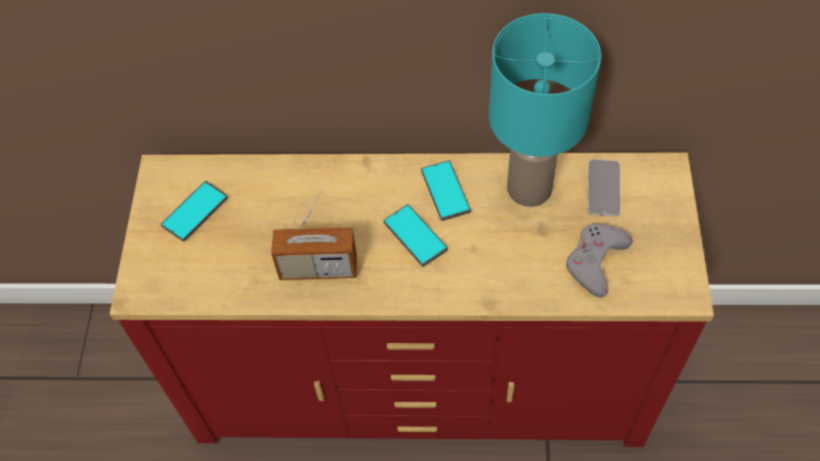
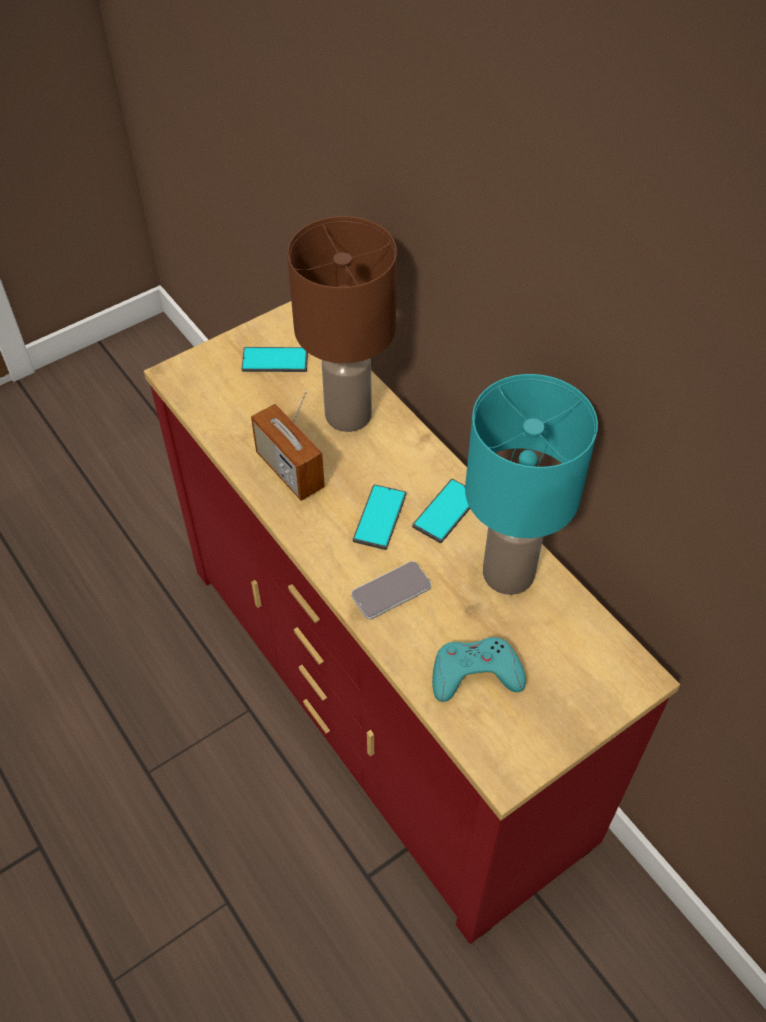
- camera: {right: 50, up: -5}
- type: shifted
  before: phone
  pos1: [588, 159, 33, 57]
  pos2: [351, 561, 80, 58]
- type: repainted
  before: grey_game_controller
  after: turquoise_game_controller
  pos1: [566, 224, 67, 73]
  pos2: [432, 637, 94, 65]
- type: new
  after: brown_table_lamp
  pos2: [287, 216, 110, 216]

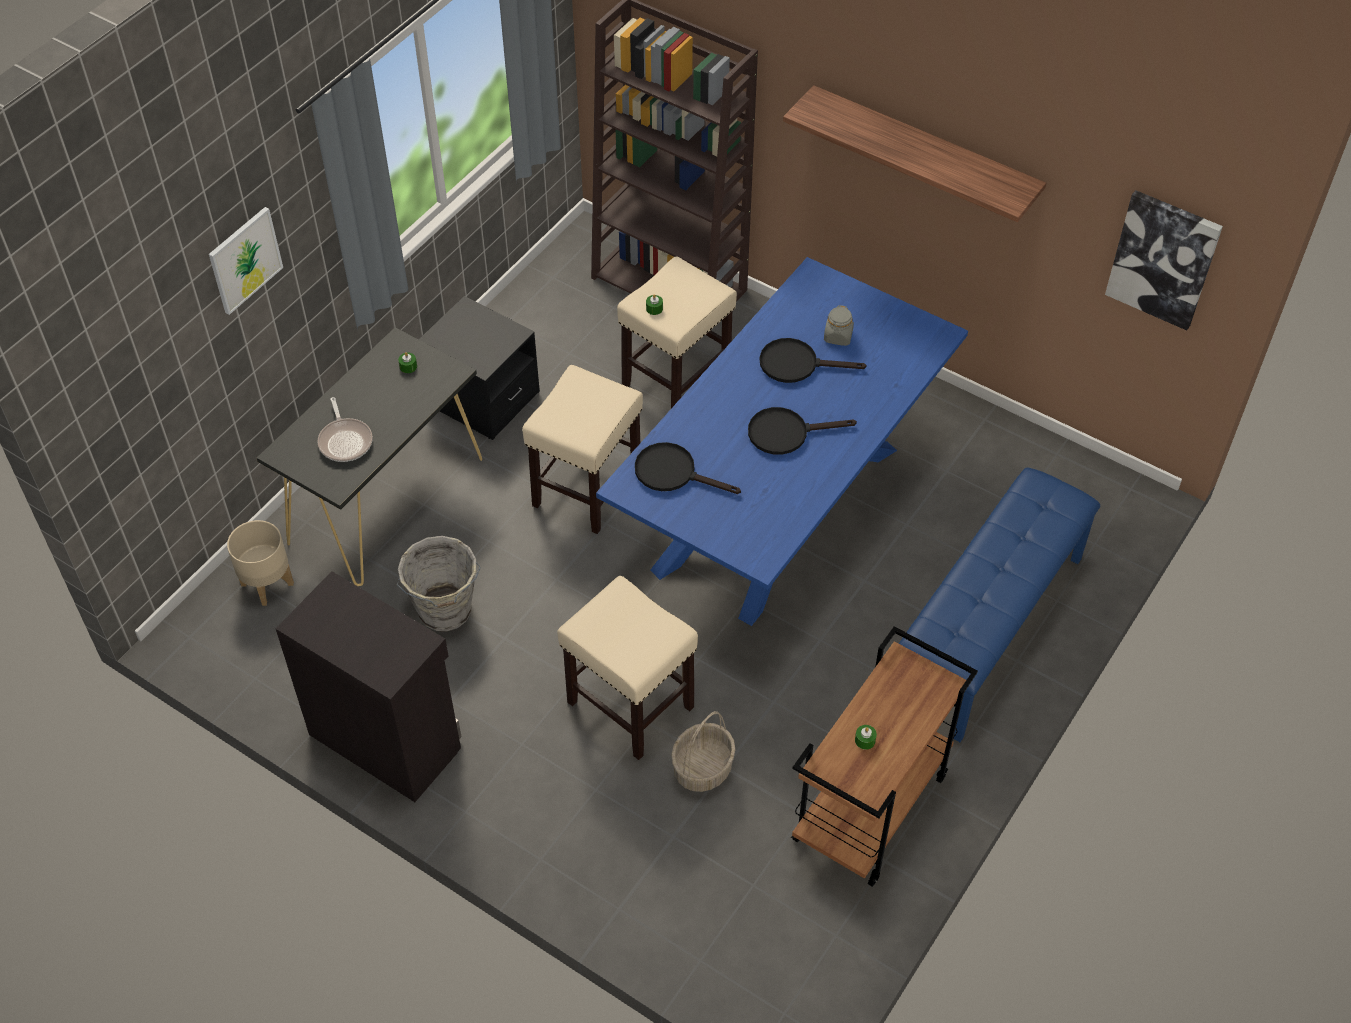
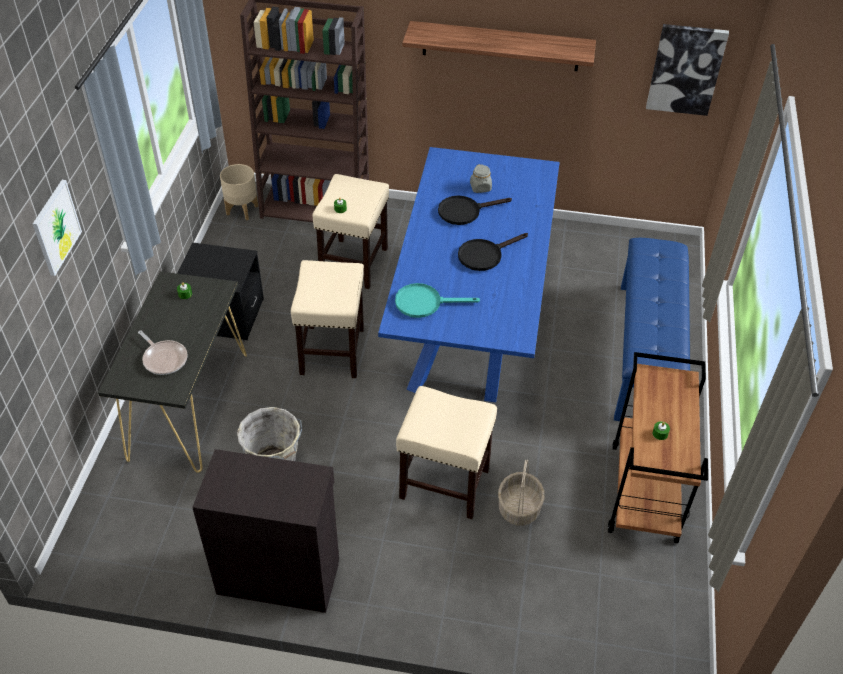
- camera: {right: -25, up: -5}
- type: repainted
  before: black_frying_pan
  after: turquoise_frying_pan
  pos1: [635, 442, 106, 52]
  pos2: [395, 283, 85, 35]
- type: shifted
  before: beige_planter
  pos1: [227, 520, 67, 86]
  pos2: [220, 164, 38, 57]

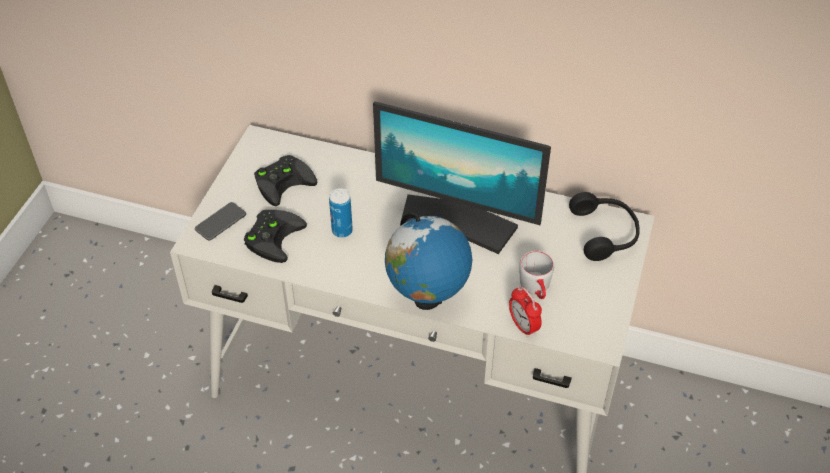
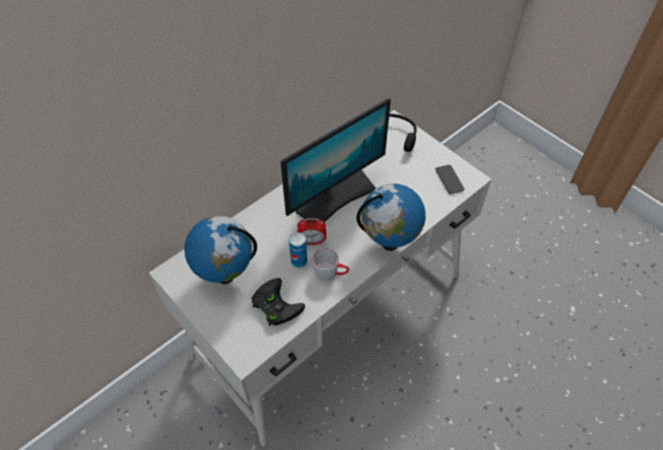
- camera: {right: -60, up: 5}
- type: swapped
  before: black_game_controller
  after: globe
  pos1: [254, 155, 63, 51]
  pos2: [184, 216, 73, 68]
- type: shifted
  before: phone
  pos1: [195, 202, 51, 38]
  pos2: [436, 165, 28, 29]
- type: shifted
  before: grey_mug
  pos1: [519, 251, 35, 48]
  pos2: [312, 248, 37, 32]
- type: shifted
  before: alarm_clock
  pos1: [509, 286, 33, 51]
  pos2: [297, 218, 29, 27]

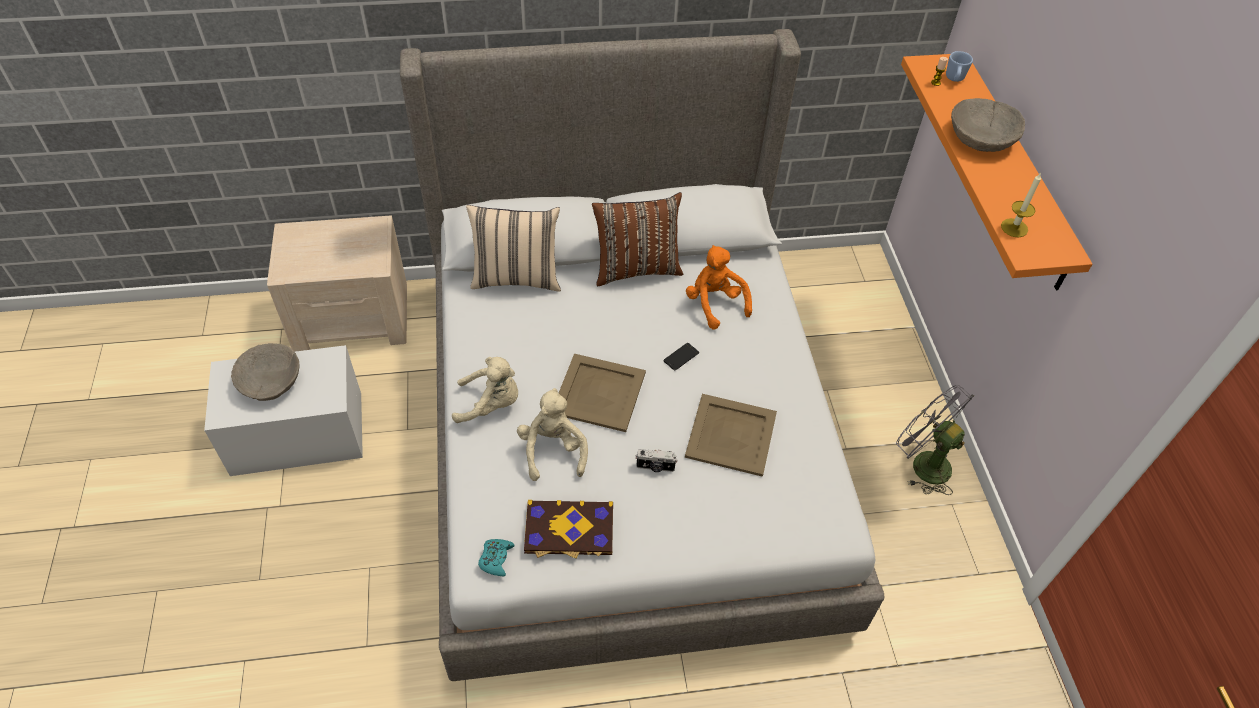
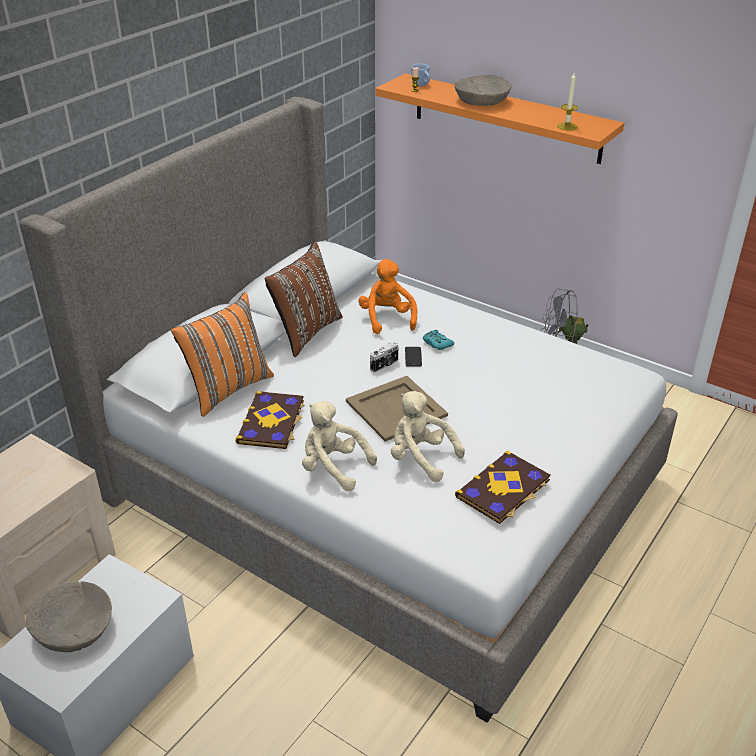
- camera: {right: -45, up: -15}
- type: repainted
  before: beige_pillow
  after: orange_pillow
  pos1: [466, 205, 95, 87]
  pos2: [171, 292, 103, 125]
- type: rotated
  before: orange_plush_toy
  pos1: [686, 245, 66, 85]
  pos2: [358, 259, 59, 75]
  turn: 60
- type: rotated
  before: beige_plush_toy
  pos1: [452, 357, 66, 66]
  pos2: [302, 401, 75, 90]
  turn: -105
- type: gone
  before: beige_tray
  pos1: [685, 394, 92, 83]
- type: shifted
  before: photo_camera
  pos1: [635, 449, 43, 23]
  pos2: [370, 342, 29, 31]
- type: shifted
  before: turquoise_game_controller
  pos1: [478, 539, 37, 37]
  pos2: [423, 330, 31, 20]
- type: new
  after: book
  pos2: [235, 391, 69, 58]

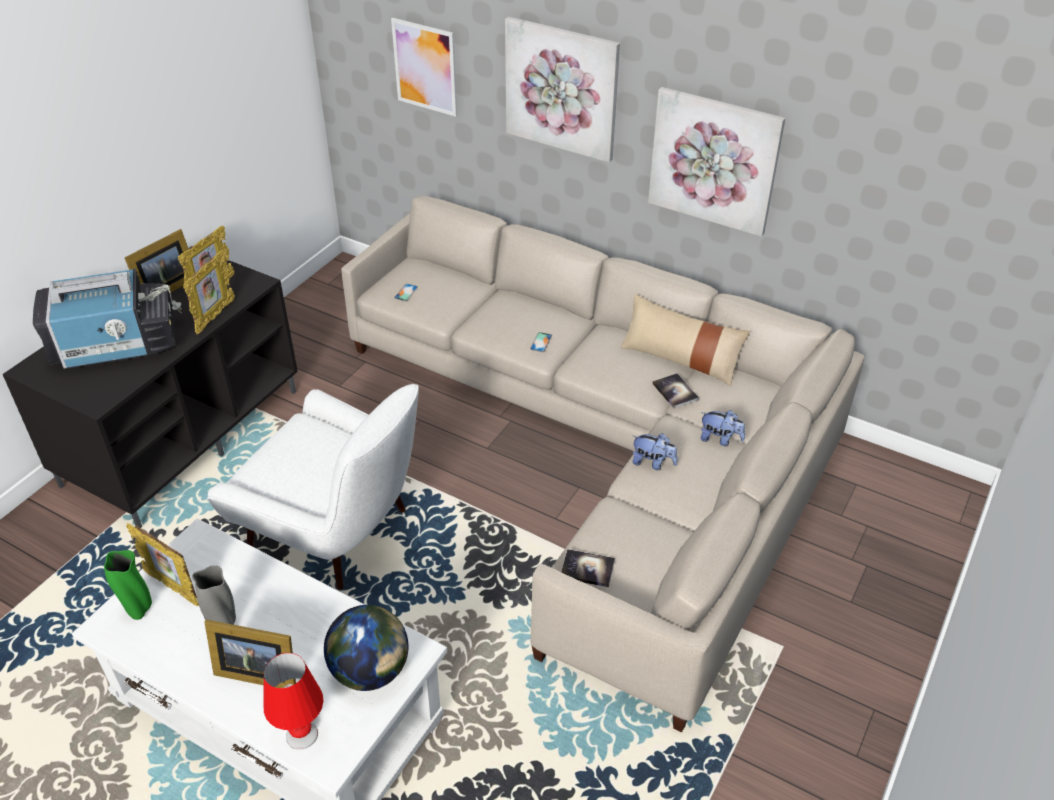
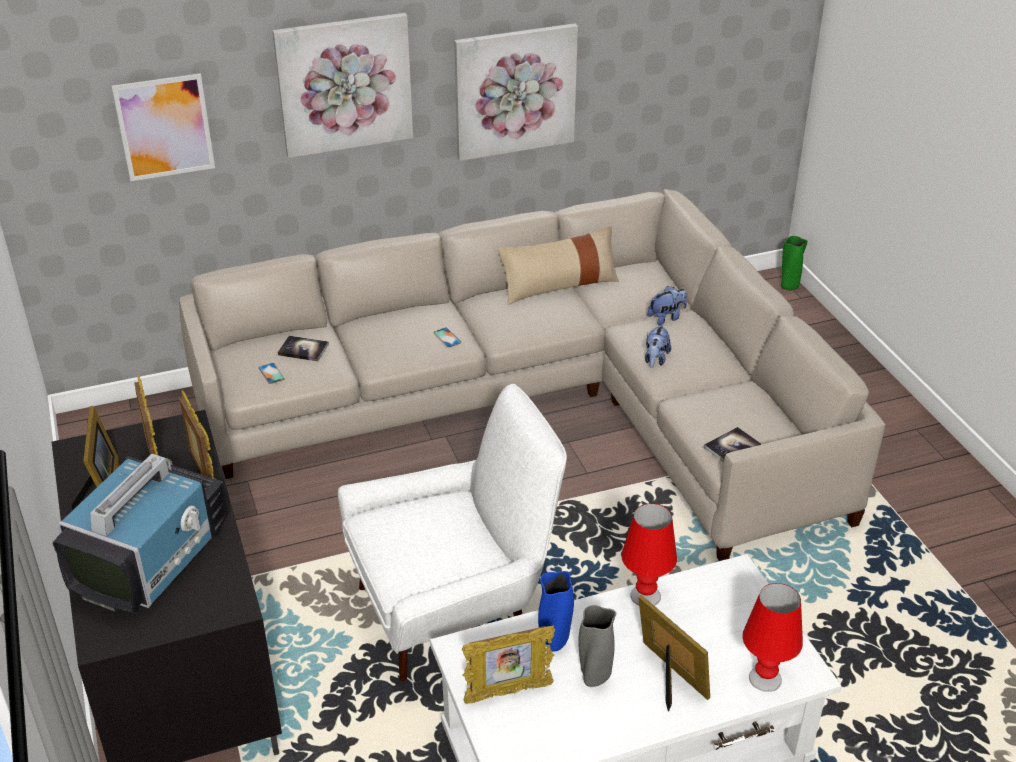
- camera: {right: -50, up: -5}
- type: shifted
  before: book
  pos1: [652, 373, 47, 35]
  pos2: [278, 336, 51, 25]
- type: rotated
  before: plush_toy
  pos1: [632, 433, 45, 37]
  pos2: [645, 324, 26, 44]
  turn: 135
- type: shifted
  before: green_vase
  pos1: [104, 550, 48, 70]
  pos2: [781, 236, 27, 54]
- type: gone
  before: globe
  pos1: [324, 605, 85, 86]
- type: rotated
  before: picture_frame
  pos1: [205, 620, 91, 68]
  pos2: [638, 595, 72, 117]
  turn: -90
- type: new
  after: red_table_lamp
  pos2: [621, 503, 56, 103]
- type: new
  after: blue_vase
  pos2: [538, 571, 36, 81]

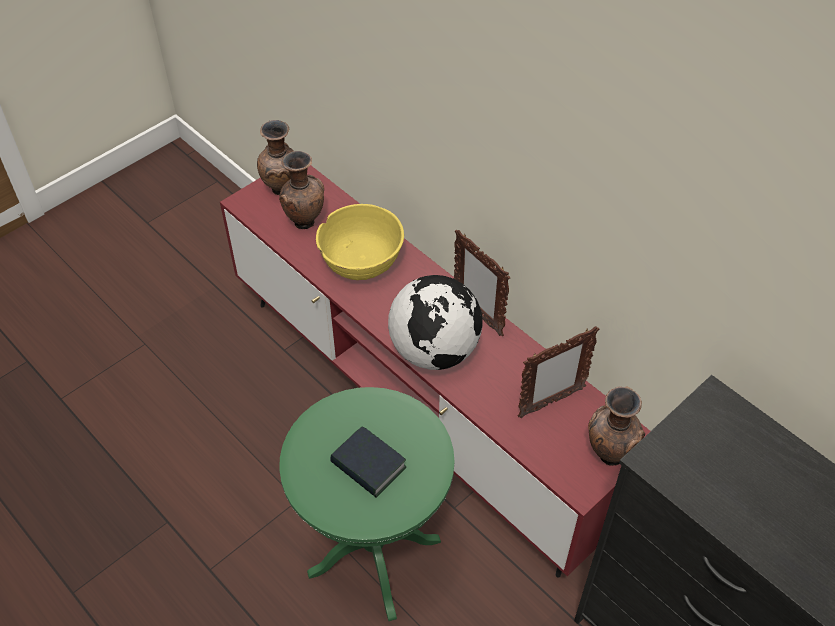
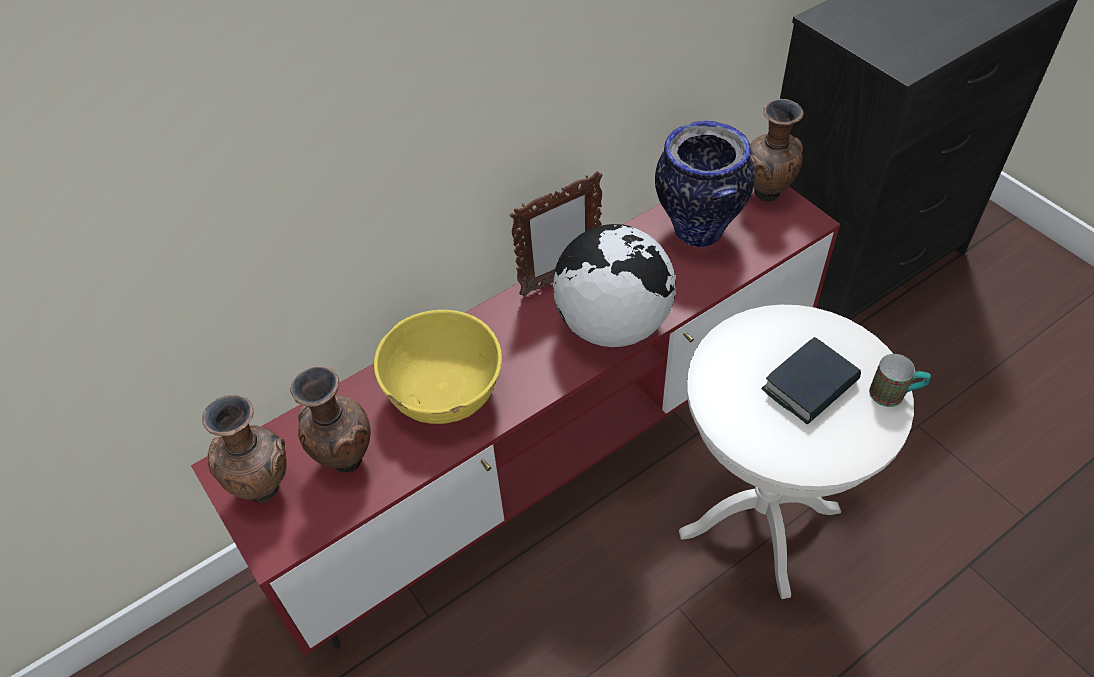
- camera: {right: -80, up: 0}
- type: swapped
  before: picture_frame
  after: vase
  pos1: [518, 326, 81, 92]
  pos2: [655, 121, 100, 126]
- type: repainted
  before: green_side_table
  after: white_side_table
  pos1: [279, 387, 175, 234]
  pos2: [679, 305, 235, 294]
- type: new
  after: mug
  pos2: [869, 354, 62, 53]

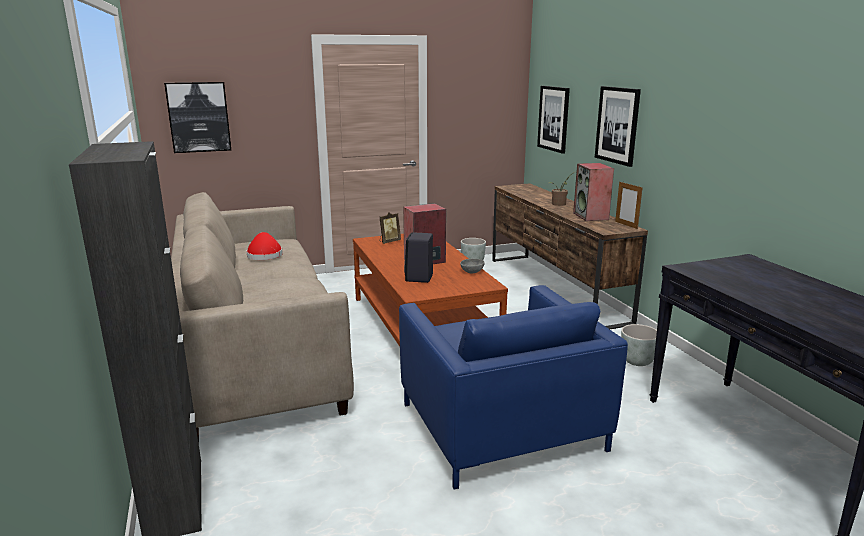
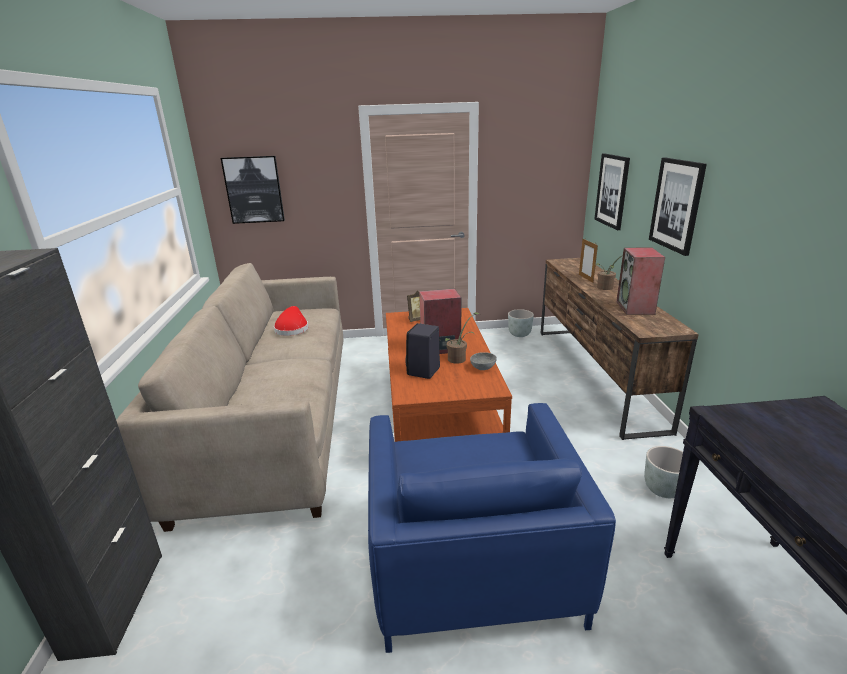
- camera: {right: 15, up: 5}
- type: shifted
  before: picture_frame
  pos1: [615, 181, 28, 48]
  pos2: [579, 238, 19, 45]
- type: new
  after: potted_plant
  pos2: [445, 312, 34, 52]

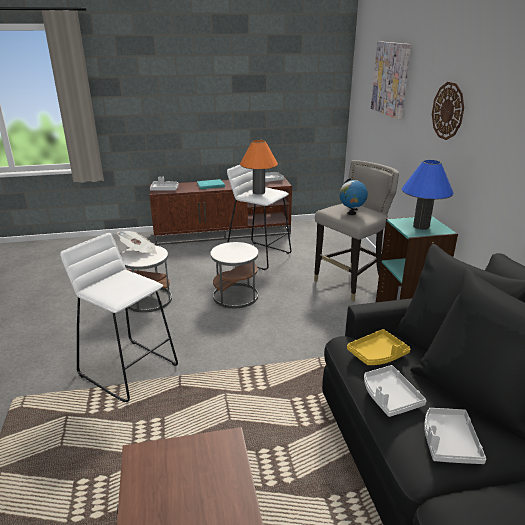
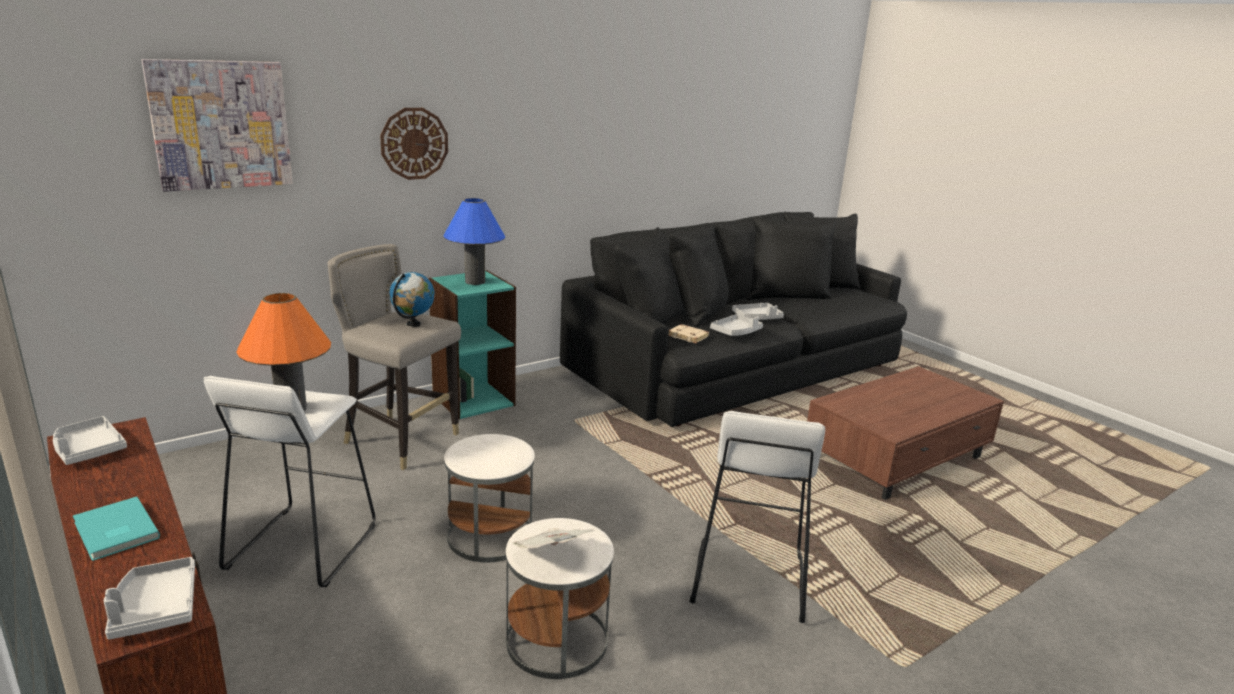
- camera: {right: -115, up: -5}
- type: swapped
  before: yellow_tray
  after: beige_book
  pos1: [347, 329, 63, 36]
  pos2: [668, 324, 41, 19]

